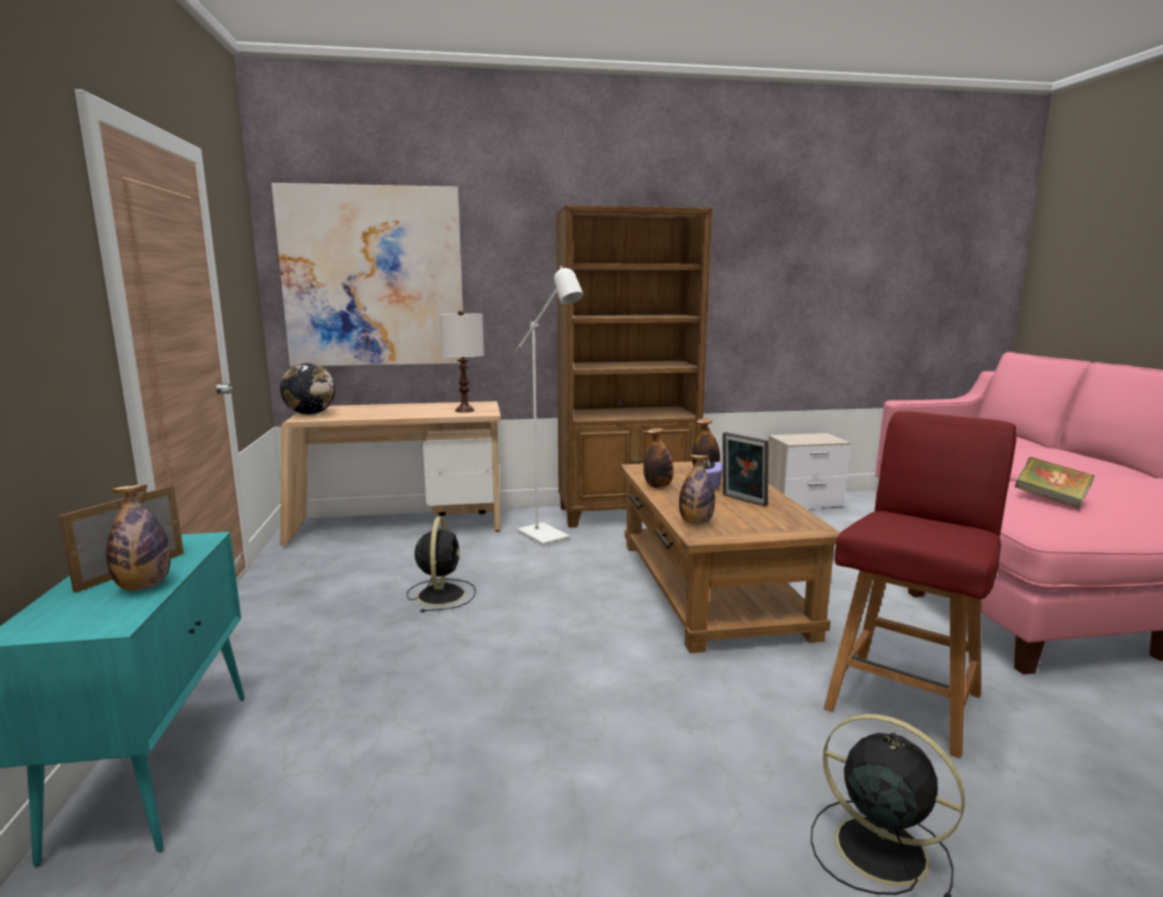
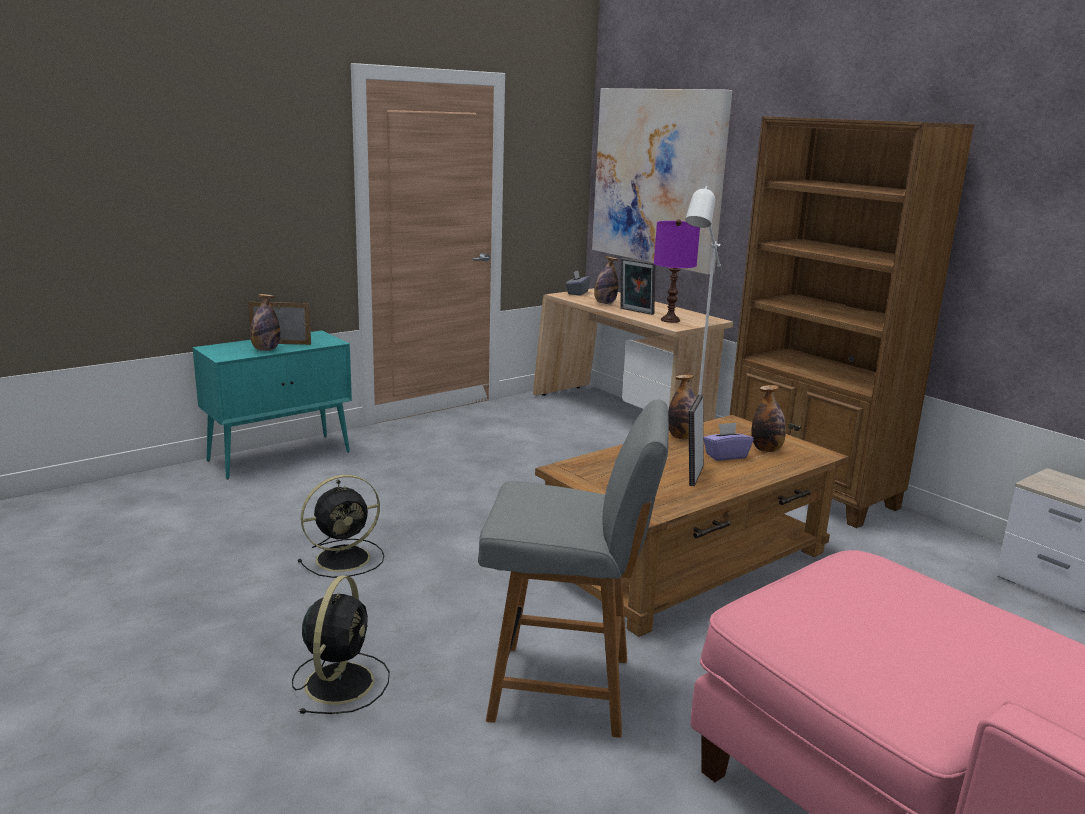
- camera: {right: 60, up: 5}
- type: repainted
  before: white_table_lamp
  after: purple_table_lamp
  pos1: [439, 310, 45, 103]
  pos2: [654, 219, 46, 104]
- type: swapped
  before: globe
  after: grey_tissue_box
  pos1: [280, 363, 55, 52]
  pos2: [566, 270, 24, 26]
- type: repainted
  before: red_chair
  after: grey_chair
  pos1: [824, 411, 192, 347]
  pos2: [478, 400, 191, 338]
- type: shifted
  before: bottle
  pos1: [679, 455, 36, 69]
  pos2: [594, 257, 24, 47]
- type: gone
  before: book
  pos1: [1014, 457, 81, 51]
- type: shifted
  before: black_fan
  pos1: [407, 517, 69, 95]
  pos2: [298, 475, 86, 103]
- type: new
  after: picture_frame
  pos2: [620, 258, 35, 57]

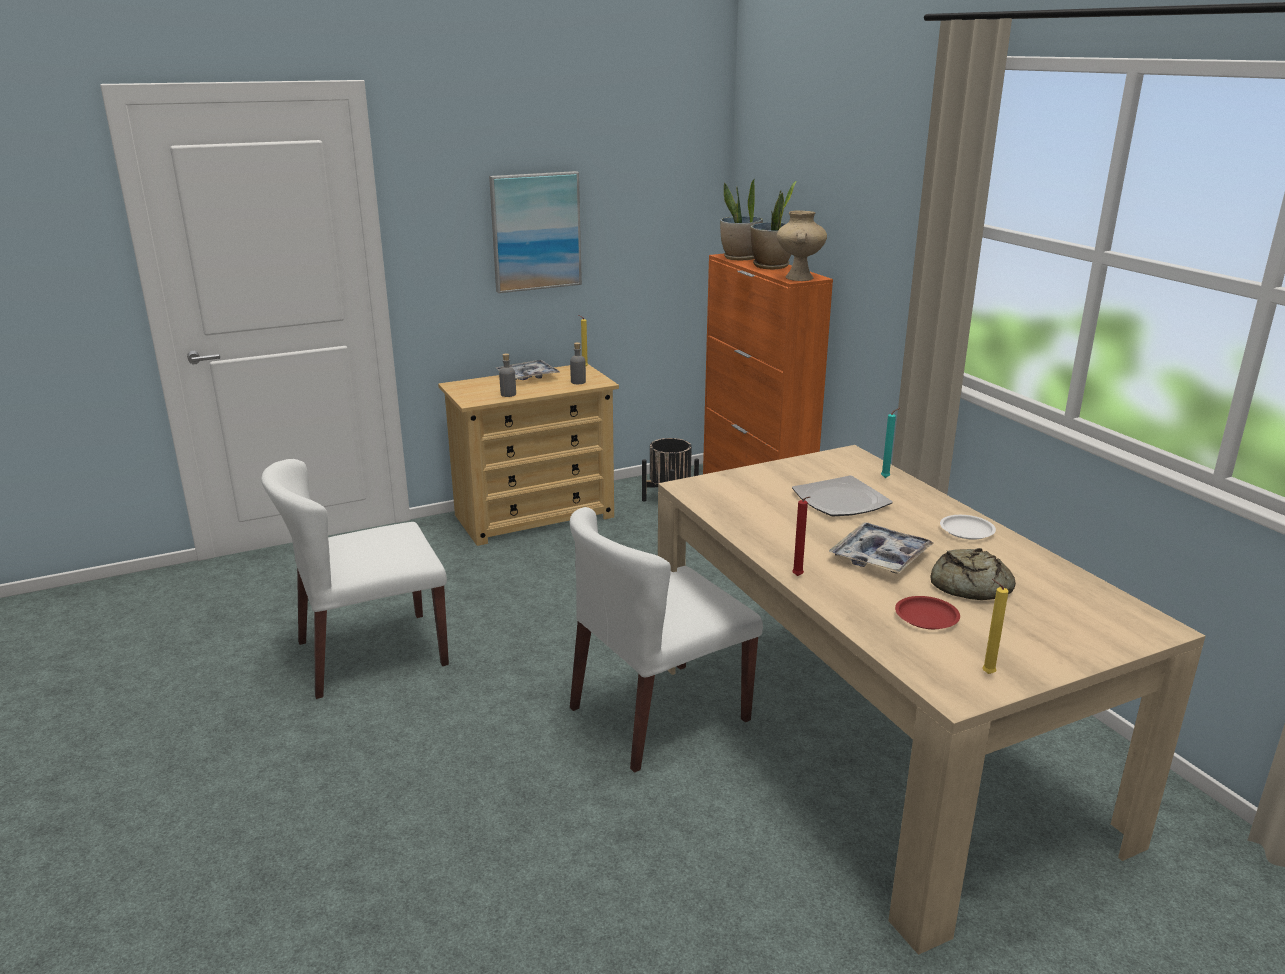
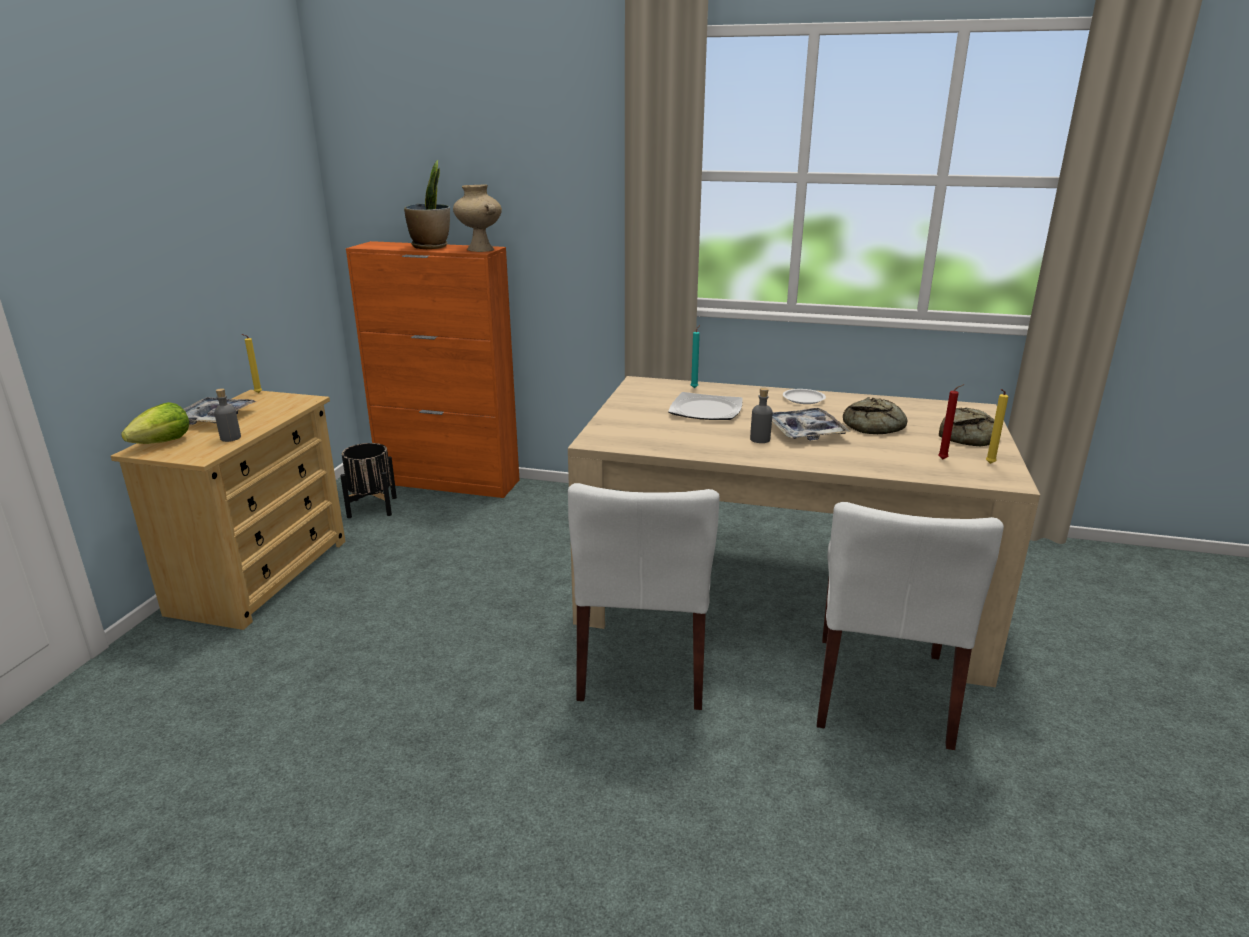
- camera: {right: -50, up: 0}
- type: gone
  before: picture
  pos1: [489, 171, 93, 122]
- type: gone
  before: potted_plant
  pos1: [720, 178, 43, 82]
- type: shifted
  before: grey_bottle
  pos1: [570, 342, 16, 42]
  pos2: [750, 388, 23, 55]
- type: shifted
  before: white_chair
  pos1: [261, 459, 188, 240]
  pos2: [817, 502, 187, 248]
- type: shifted
  before: red_candle
  pos1: [792, 496, 18, 80]
  pos2: [938, 384, 27, 76]
- type: gone
  before: red_plate
  pos1: [895, 596, 65, 33]
- type: new
  after: lettuce
  pos2: [121, 402, 68, 42]
- type: new
  after: bread
  pos2: [939, 407, 62, 39]

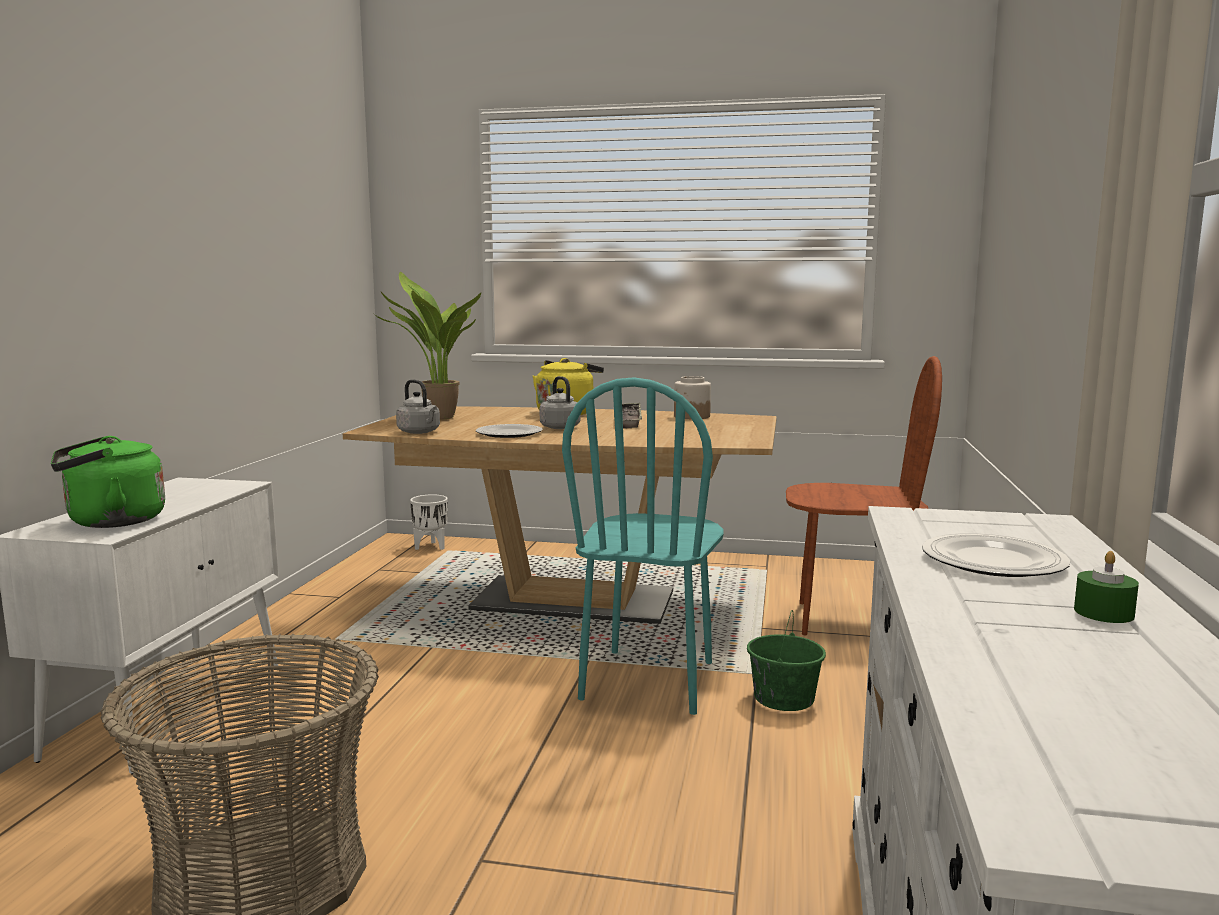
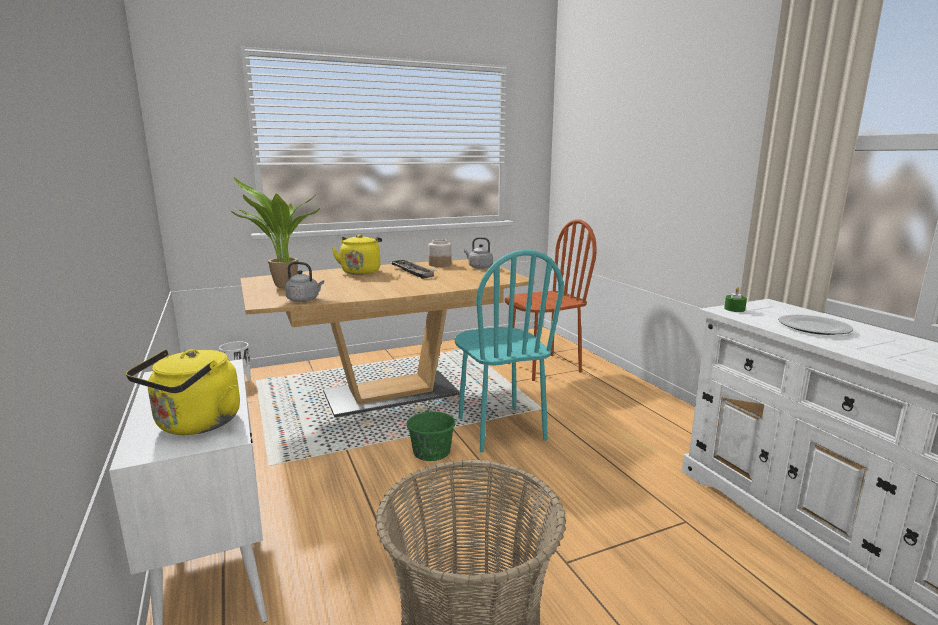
- camera: {right: -35, up: 5}
- type: shifted
  before: grey_kettle
  pos1: [540, 376, 41, 53]
  pos2: [464, 237, 29, 32]
- type: gone
  before: plate
  pos1: [476, 424, 67, 14]
- type: repainted
  before: green_kettle
  after: yellow_kettle
  pos1: [51, 435, 114, 93]
  pos2: [126, 349, 114, 86]
- type: shifted
  before: green_candle
  pos1: [1074, 551, 65, 72]
  pos2: [724, 287, 23, 25]
- type: shifted
  before: green_bucket
  pos1: [747, 610, 79, 101]
  pos2: [407, 398, 49, 63]

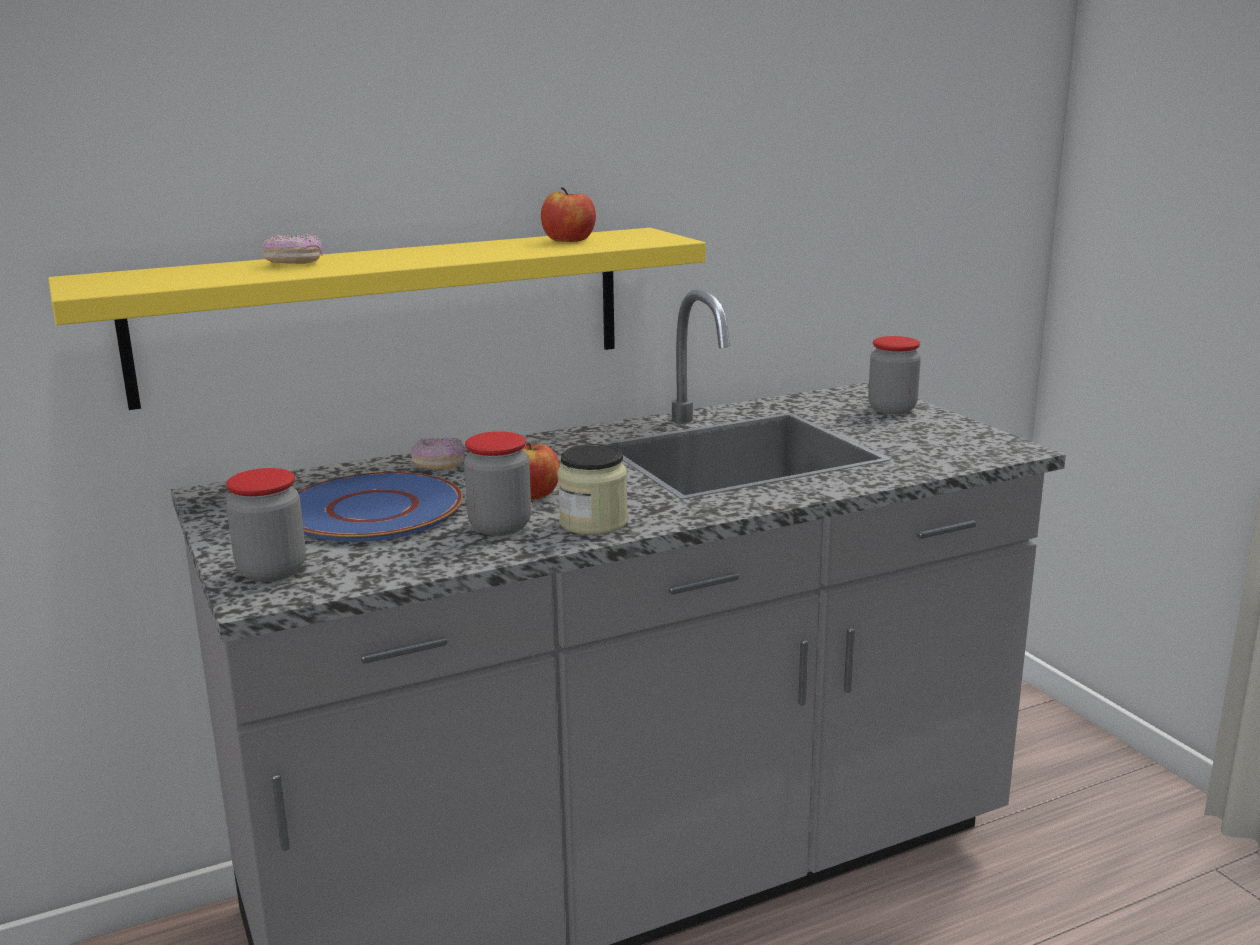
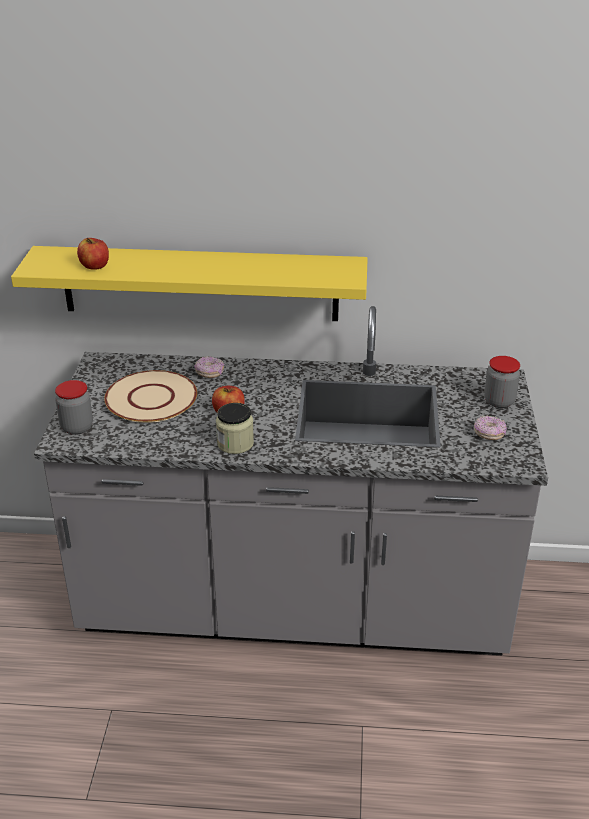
- camera: {right: 30, up: 15}
- type: shifted
  before: apple
  pos1: [541, 187, 55, 55]
  pos2: [77, 238, 32, 32]
- type: shifted
  before: donut
  pos1: [262, 233, 61, 31]
  pos2: [474, 416, 33, 24]
- type: gone
  before: jar
  pos1: [464, 431, 67, 105]
- type: repainted
  before: blue_plate
  after: beige_plate
  pos1: [298, 472, 165, 70]
  pos2: [104, 370, 93, 53]

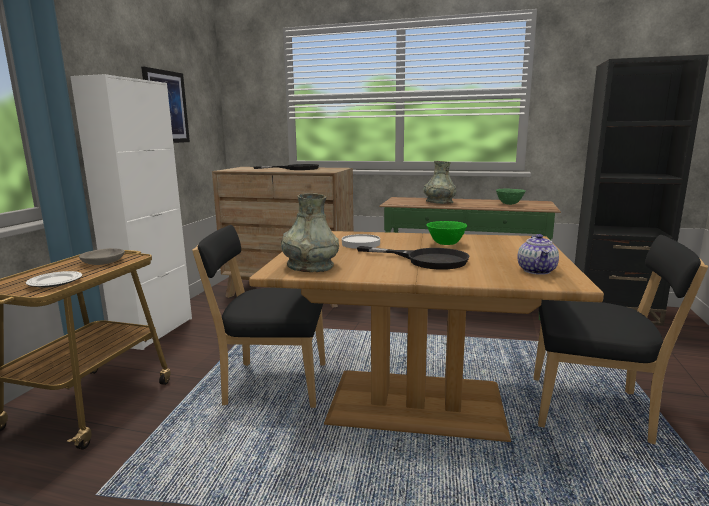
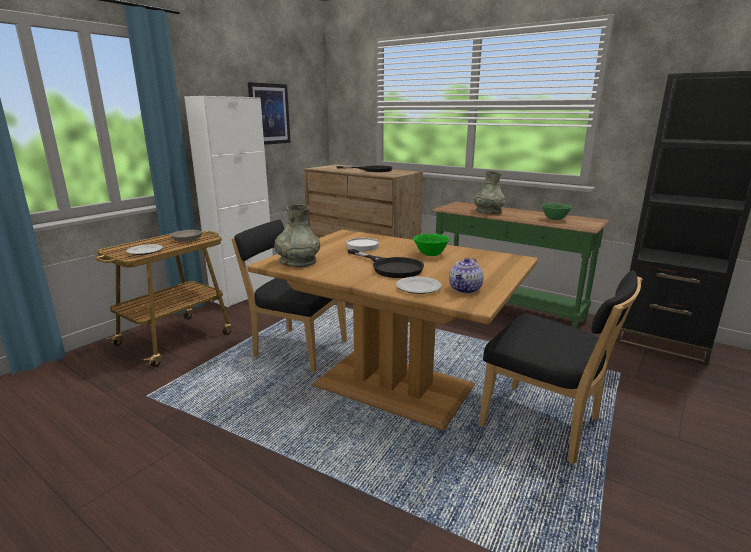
- camera: {right: 20, up: 5}
- type: new
  after: plate
  pos2: [396, 277, 46, 17]

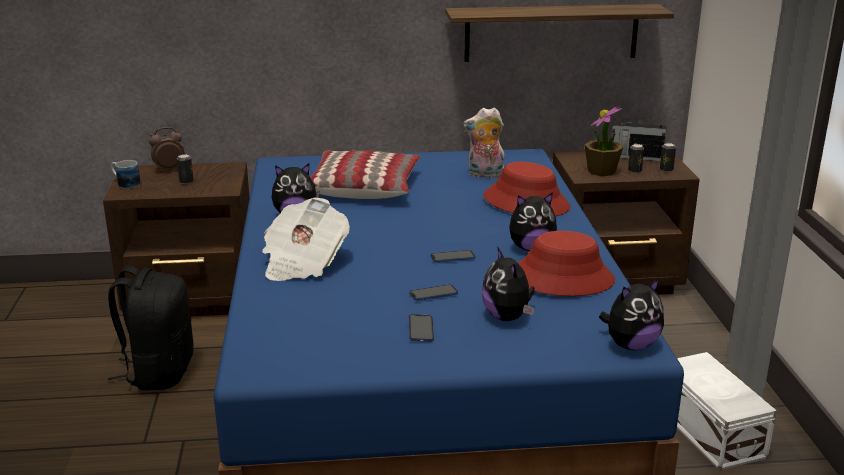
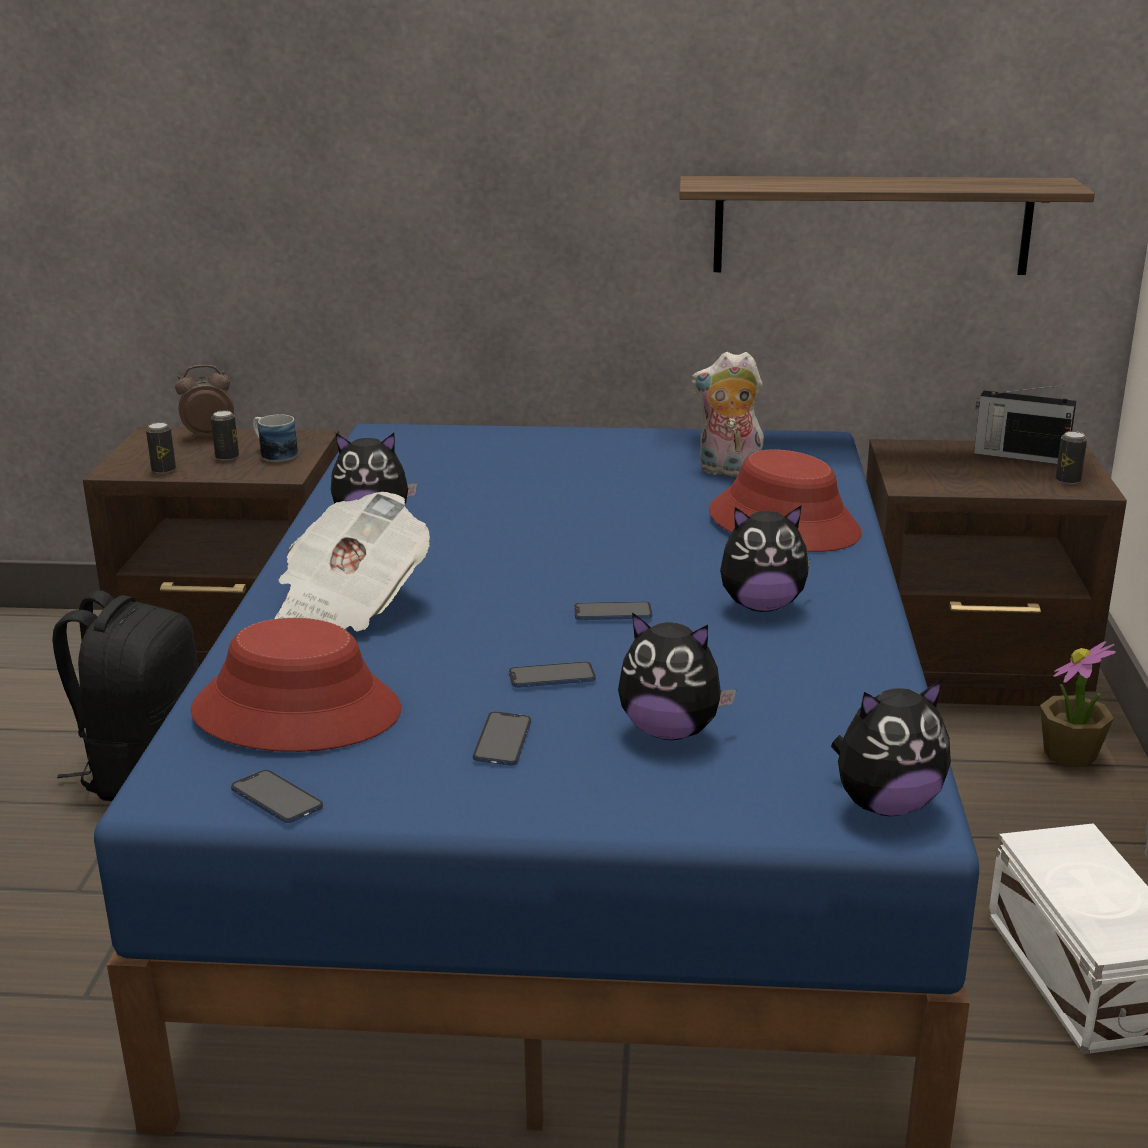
- camera: {right: 10, up: 0}
- type: shifted
  before: potted_plant
  pos1: [585, 106, 38, 70]
  pos2: [1040, 641, 76, 126]
- type: shifted
  before: can
  pos1: [628, 144, 16, 29]
  pos2: [146, 422, 30, 52]
- type: gone
  before: pillow
  pos1: [310, 151, 110, 48]
- type: shifted
  before: mug
  pos1: [111, 160, 30, 29]
  pos2: [253, 414, 45, 48]
- type: shifted
  before: red_hat
  pos1: [518, 231, 97, 65]
  pos2: [191, 618, 210, 134]
- type: rotated
  before: plush_toy
  pos1: [482, 246, 53, 75]
  pos2: [618, 612, 119, 128]
  turn: -60
- type: new
  after: phone
  pos2: [231, 770, 92, 53]

